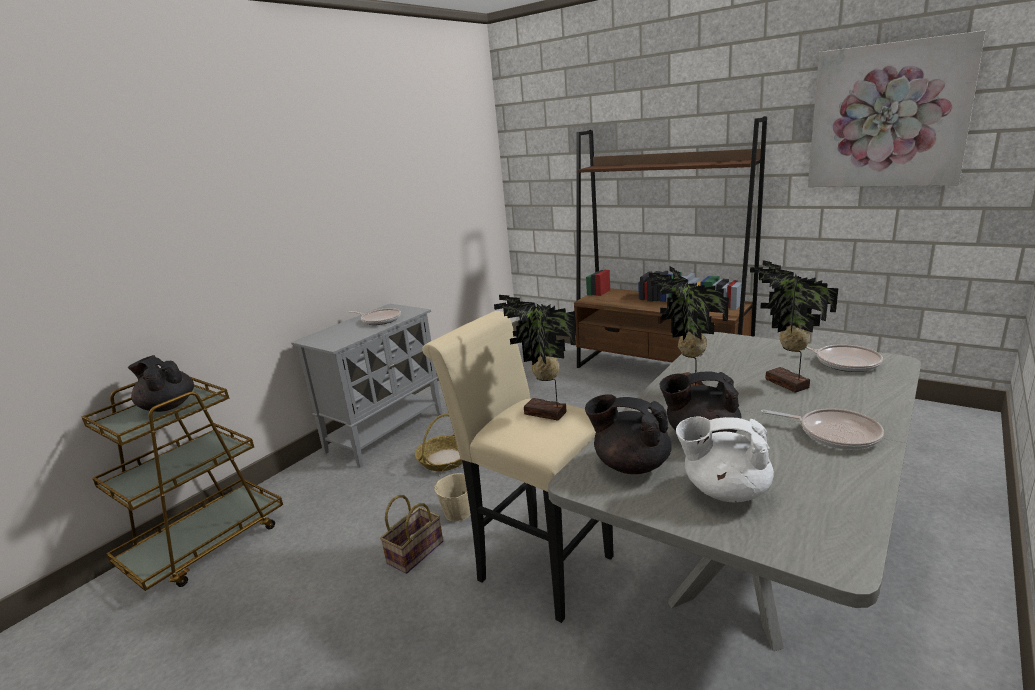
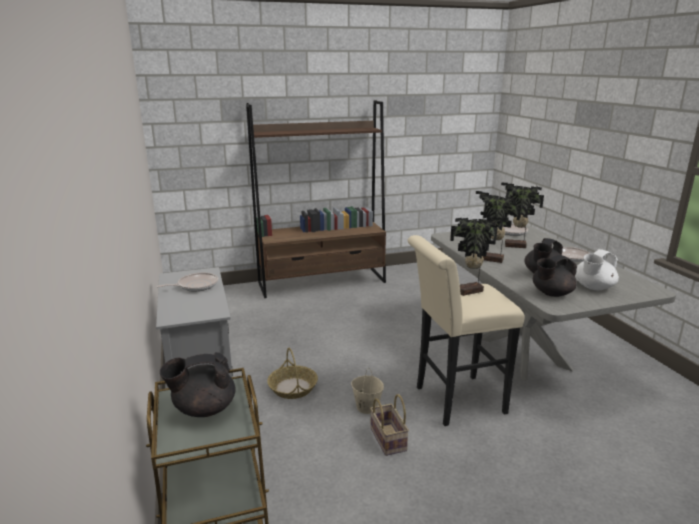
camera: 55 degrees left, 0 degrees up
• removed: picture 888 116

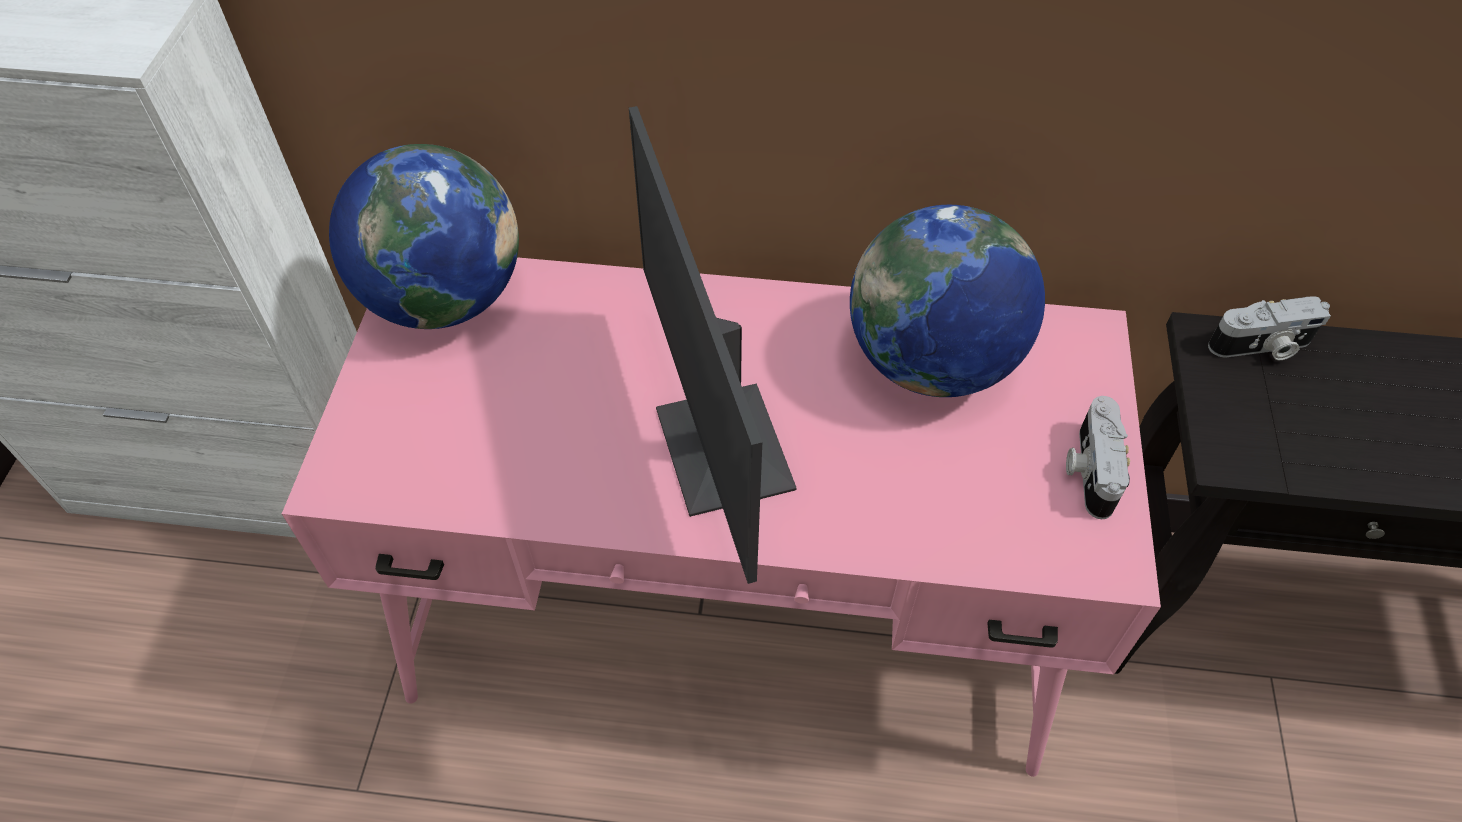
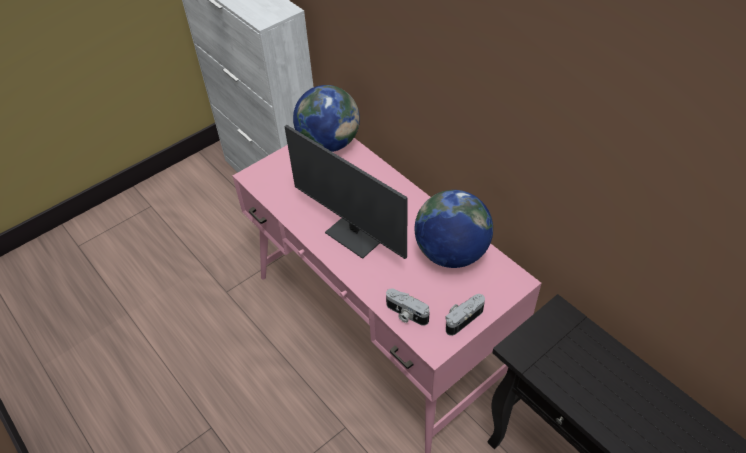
camera: 45 degrees right, 5 degrees down
• turned: monitor 719 450 = 356 234 75 degrees counterclockwise
• moved: still camera 1261 347 to 406 314

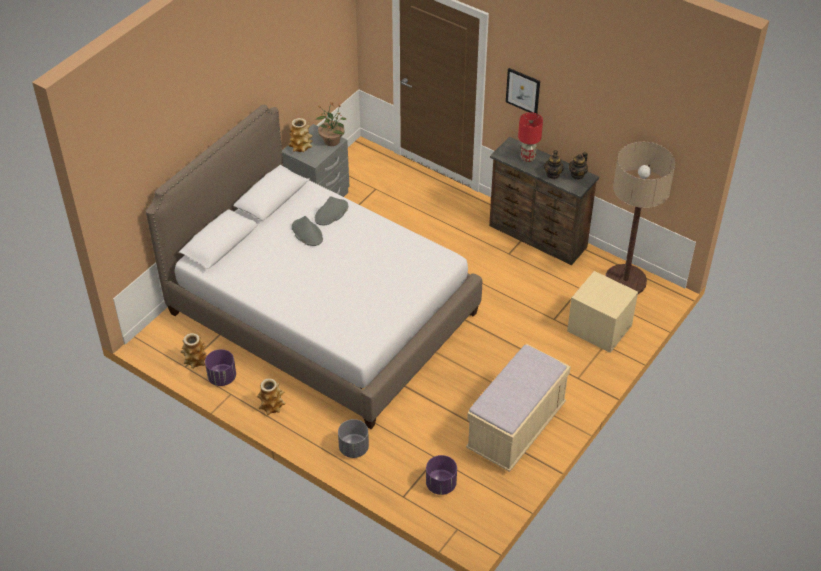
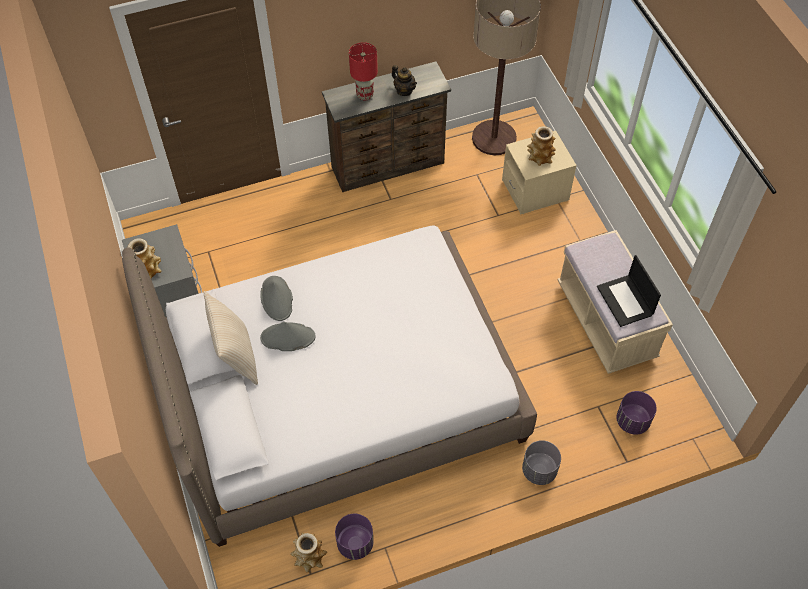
camera: 55 degrees left, 10 degrees up
• added: beige pillow 236 356
• moved: vase 272 406 to 540 157
• added: notebook computer 625 301
• removed: potted plant 332 140
• removed: picture 523 91
• removed: pot for tea 577 175

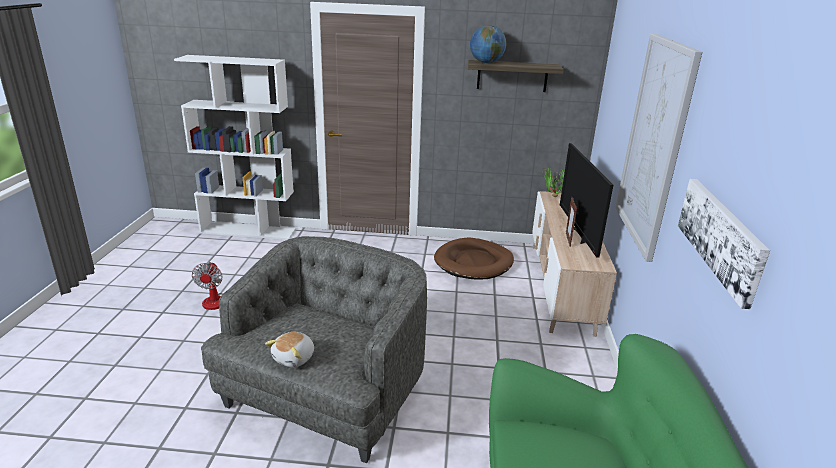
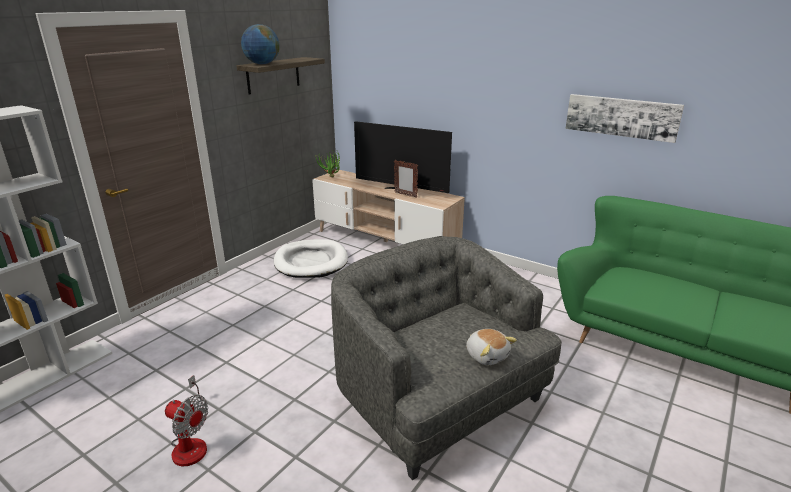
camera: 60 degrees left, 0 degrees up
• recoloured: brown pet bed 474 262 to whitish pet bed 311 262
• removed: picture 654 144

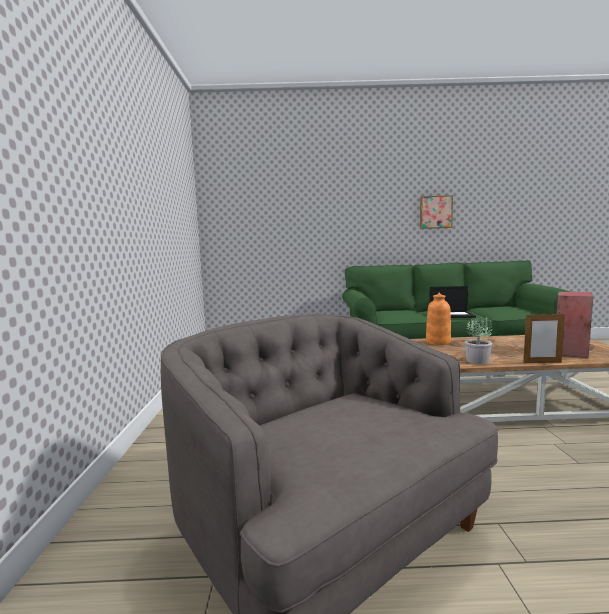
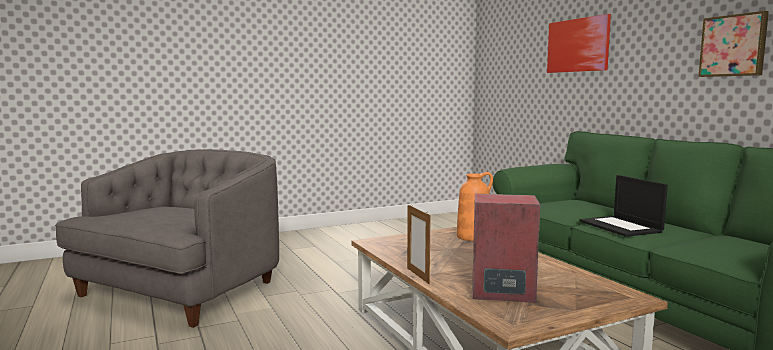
camera: 65 degrees right, 0 degrees up
• added: picture 578 45
• removed: potted plant 478 361

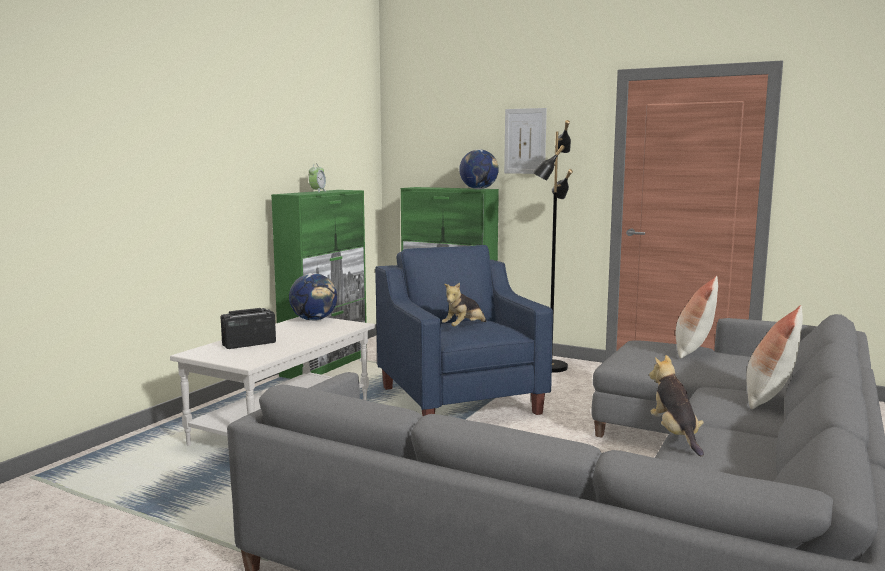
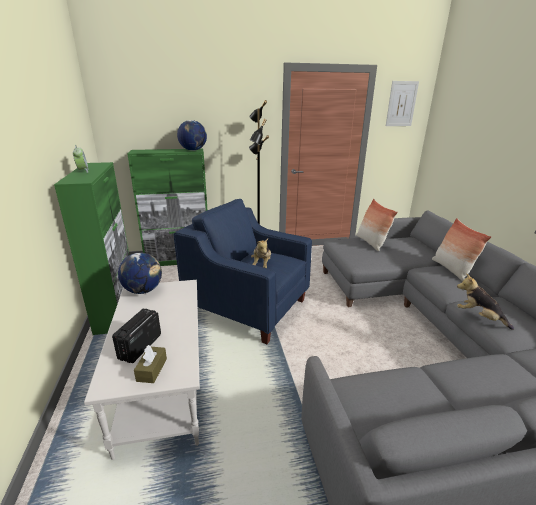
camera: 40 degrees left, 15 degrees up
• added: brown box of tissues 152 369
• moved: picture 525 141 to 401 104

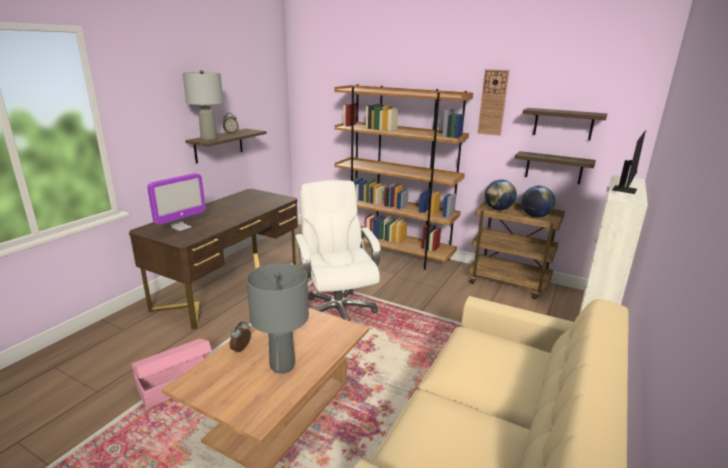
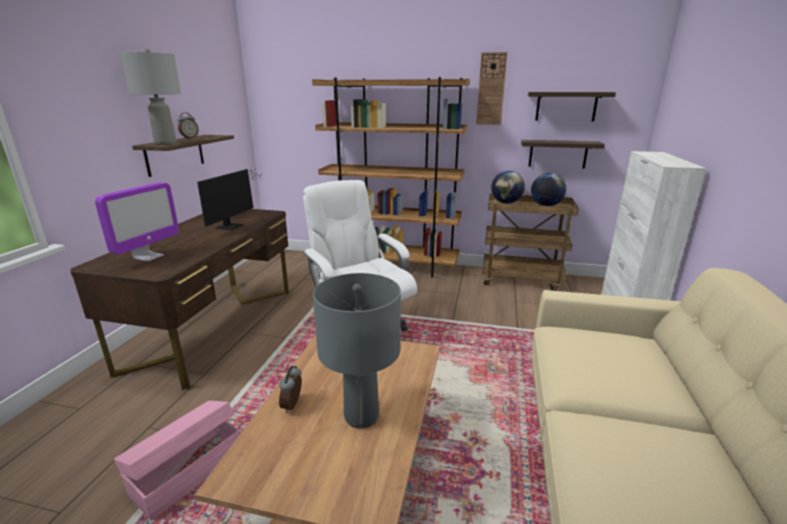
camera: 15 degrees left, 0 degrees up
• moved: monitor 626 189 to 233 225

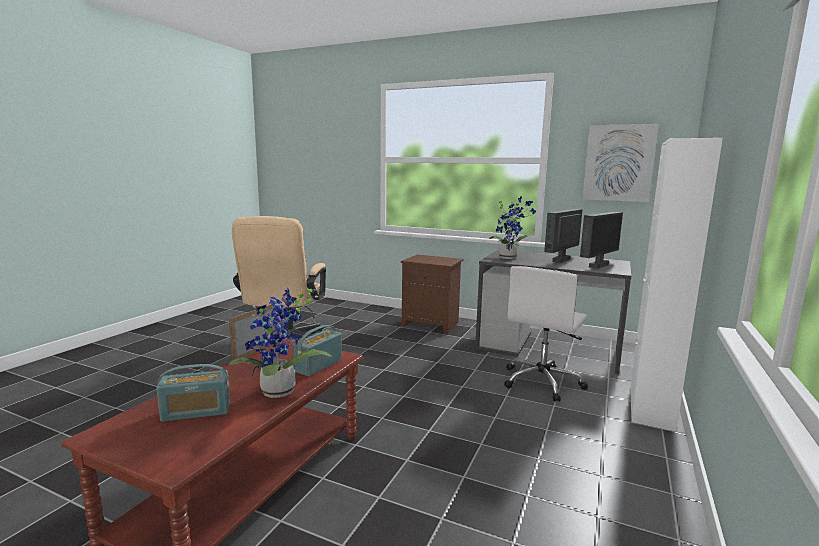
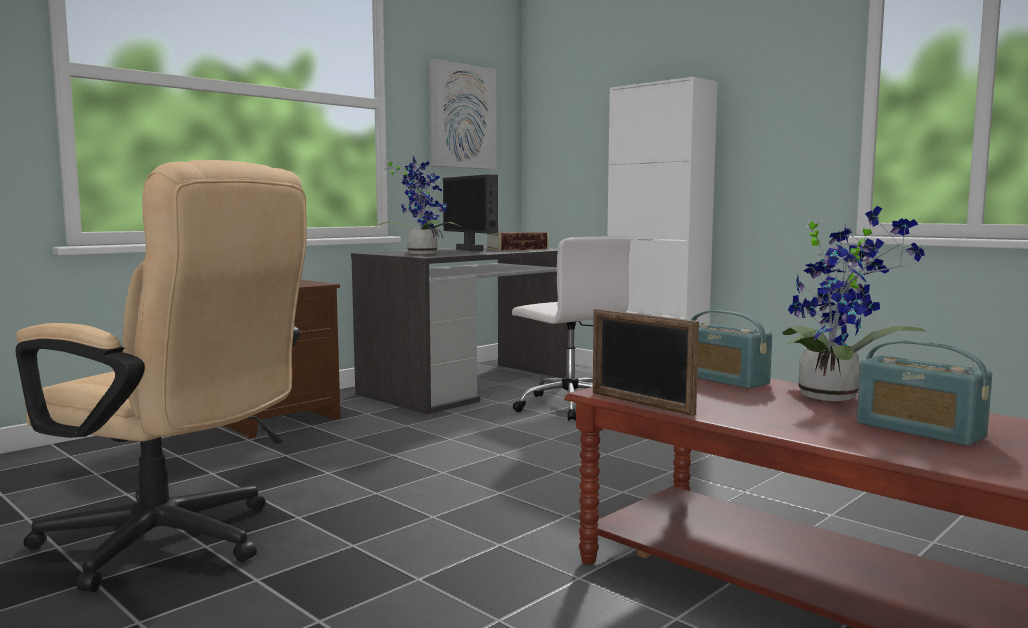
camera: 70 degrees left, 5 degrees down
• replaced: monitor 597 266 to bound book 516 249
• turned: radio set 196 412 = 919 430 135 degrees clockwise

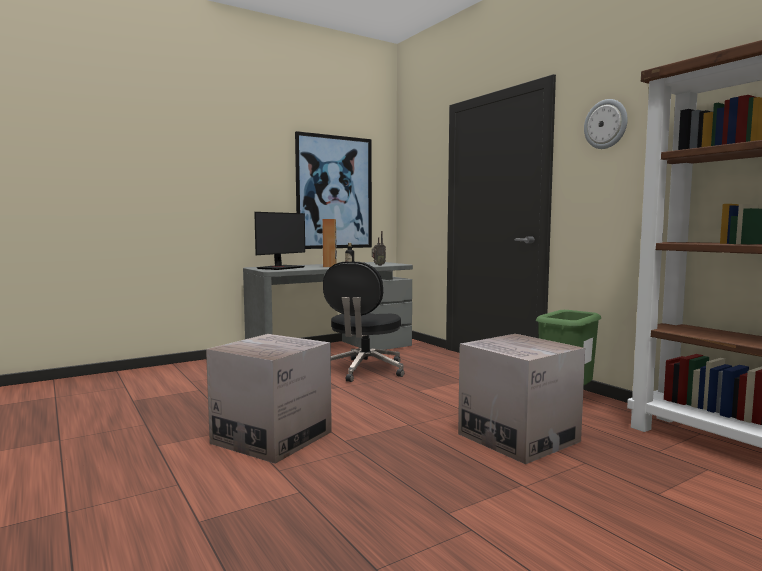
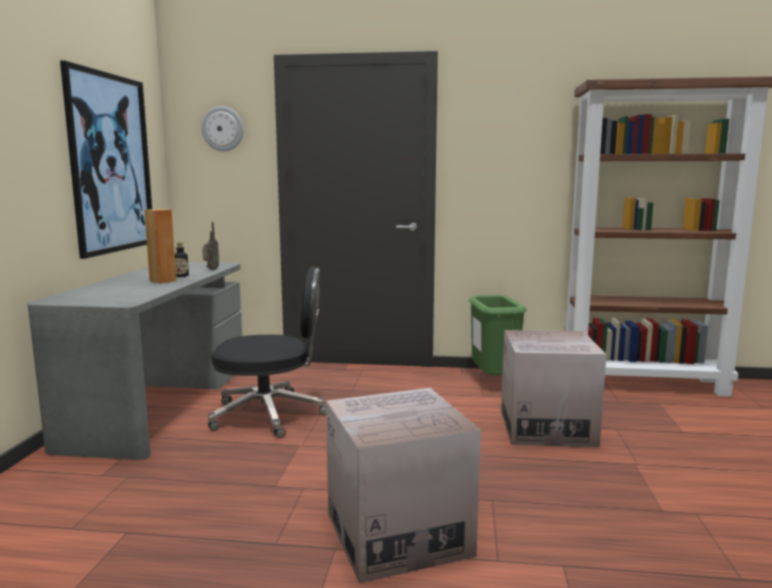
camera: 50 degrees left, 5 degrees up
• moved: clock on the wall 606 124 to 223 129
• turned: blackish desk chair 364 370 = 270 414 60 degrees counterclockwise
• removed: monitor 280 268

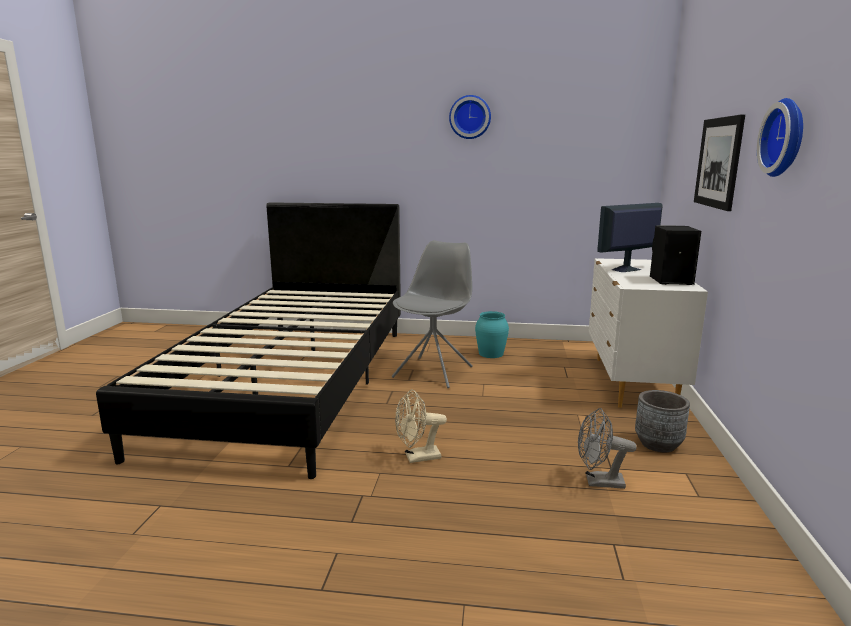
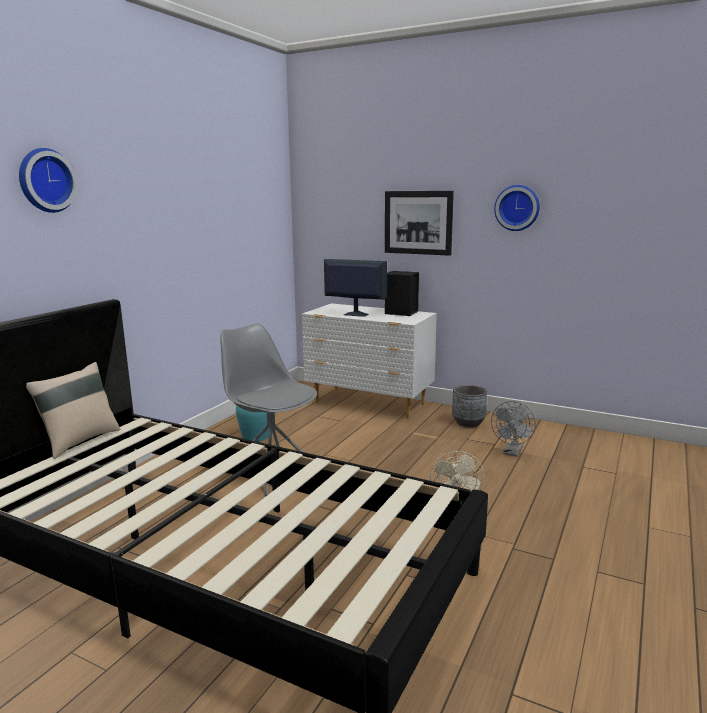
camera: 70 degrees left, 0 degrees up
• moved: clock on the wall 470 117 to 45 180
• added: beige pillow 79 441
• turned: monitor 625 269 = 355 314 120 degrees clockwise

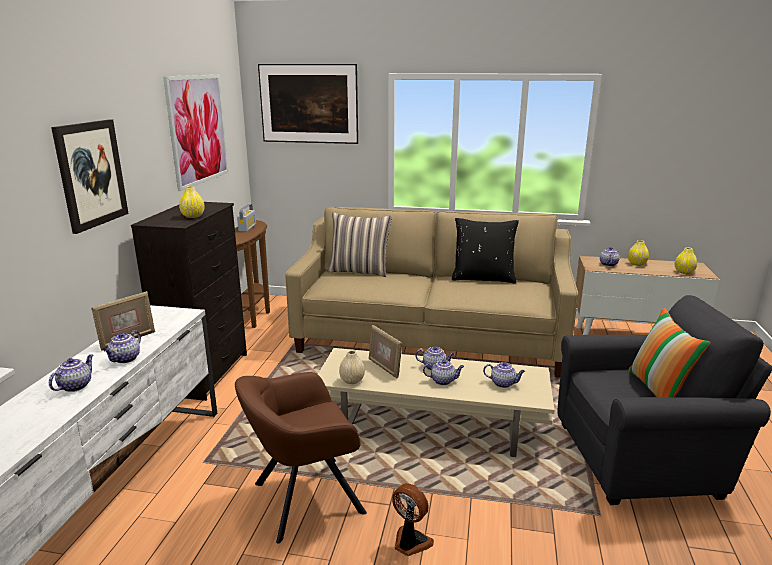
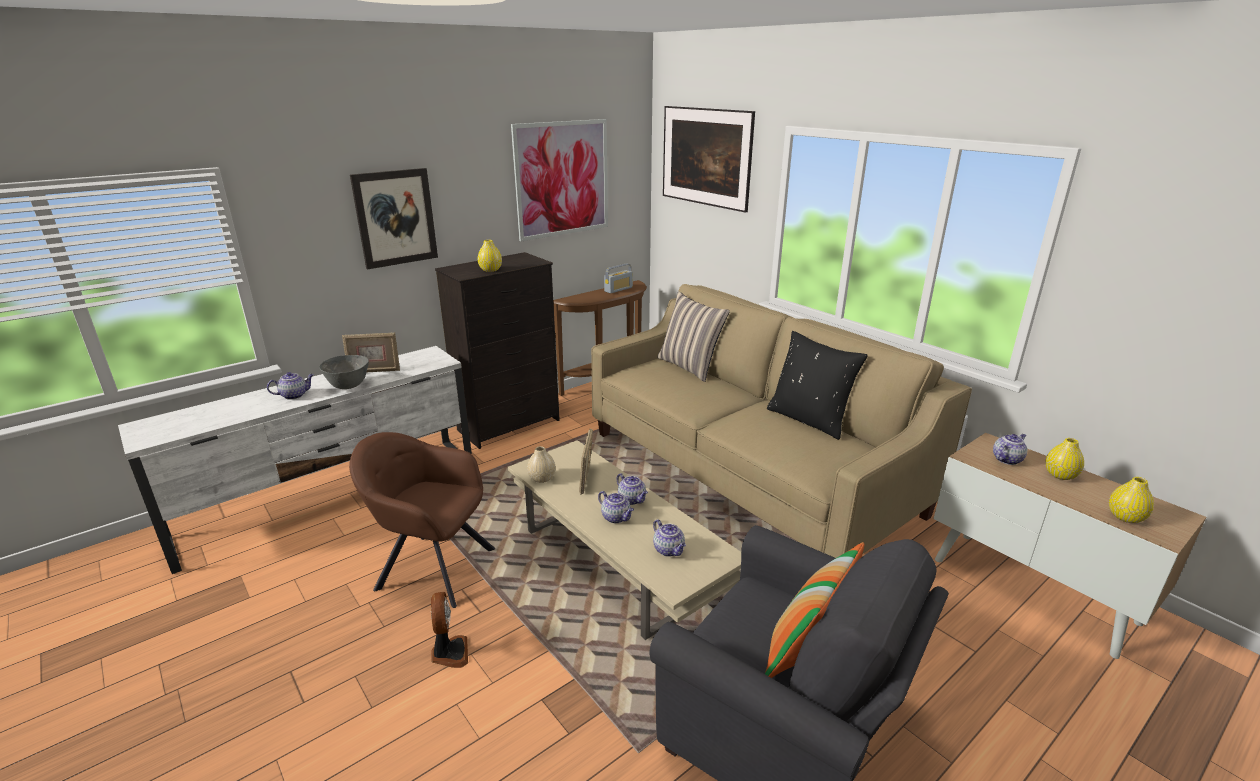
camera: 40 degrees right, 5 degrees up
• replaced: pot for tea 125 359 to gray deep dish 348 386

